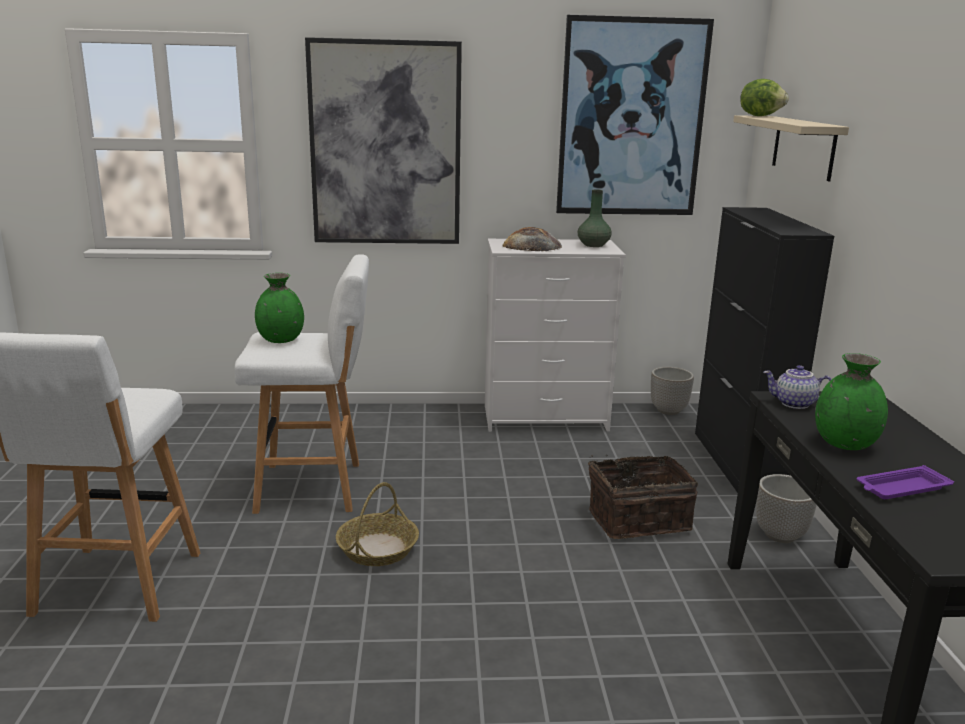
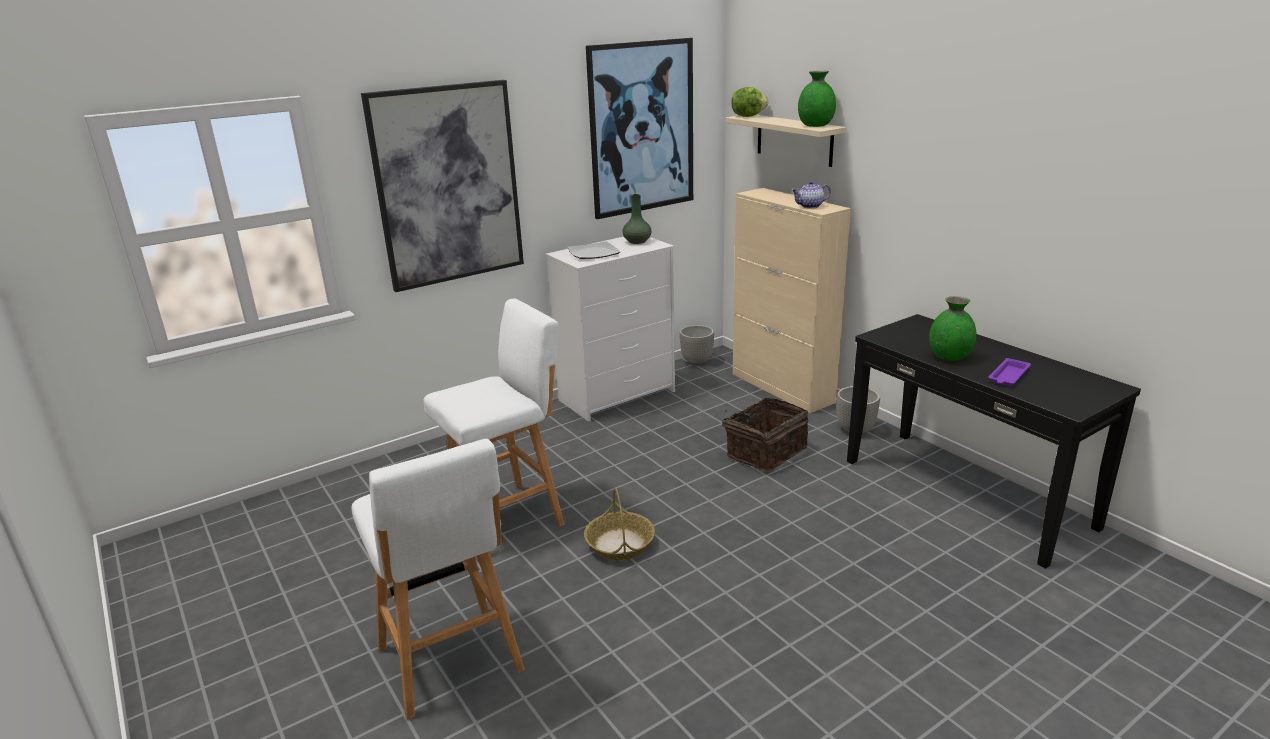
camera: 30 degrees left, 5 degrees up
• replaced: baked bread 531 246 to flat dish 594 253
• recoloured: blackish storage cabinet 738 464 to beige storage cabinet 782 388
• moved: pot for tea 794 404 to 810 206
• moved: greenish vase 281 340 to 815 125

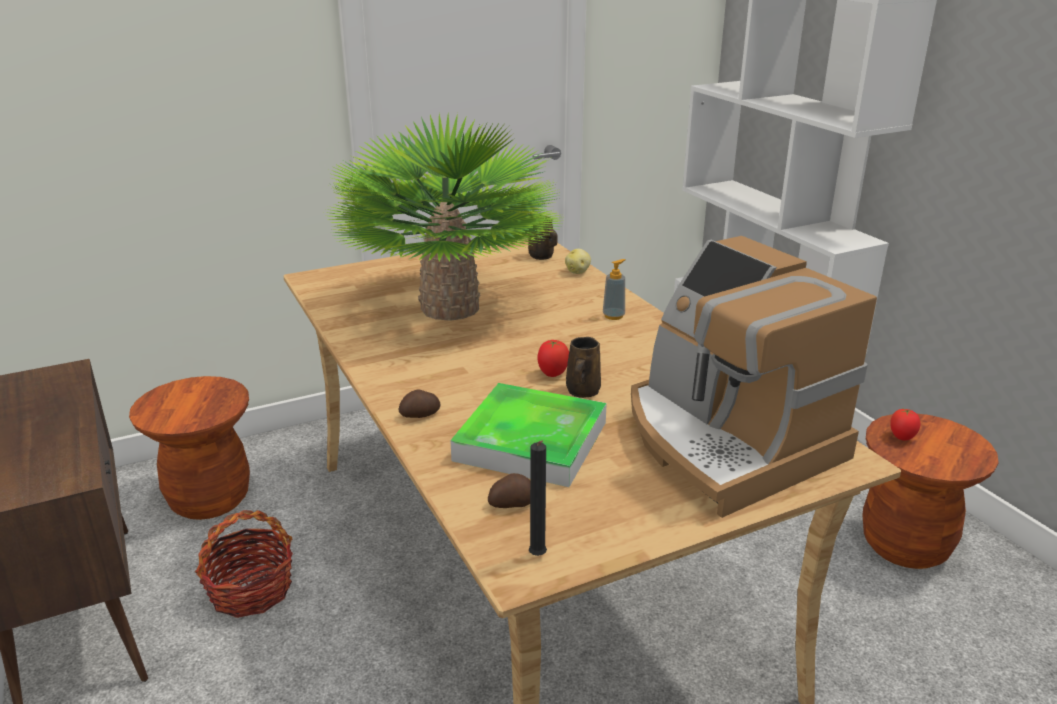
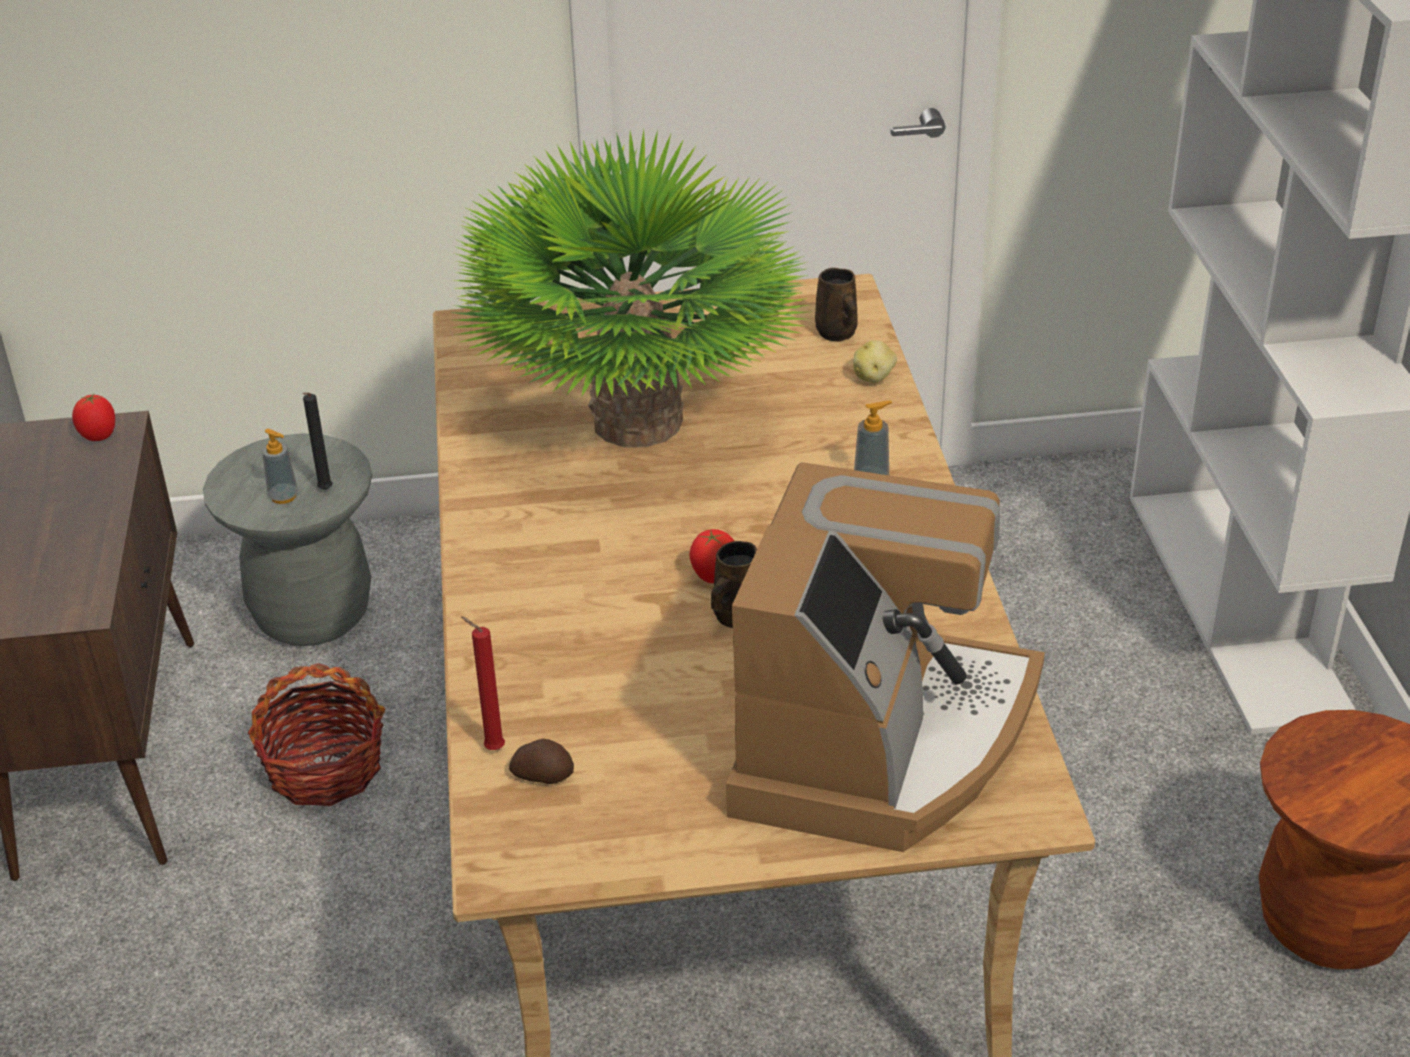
camera: 20 degrees right, 10 degrees up
• moved: fresh tomato 902 438 to 99 437
• recoloured: brown stool 209 499 to gray stool 312 614
• added: soap dispenser 283 496
• moved: blackish wax light 537 557 to 324 491
• added: red-coloured wax light 491 749
• turned: coffee maker 726 441 = 880 742 150 degrees counterclockwise
• removed: whole potato 420 415
• removed: carrying tray 531 441

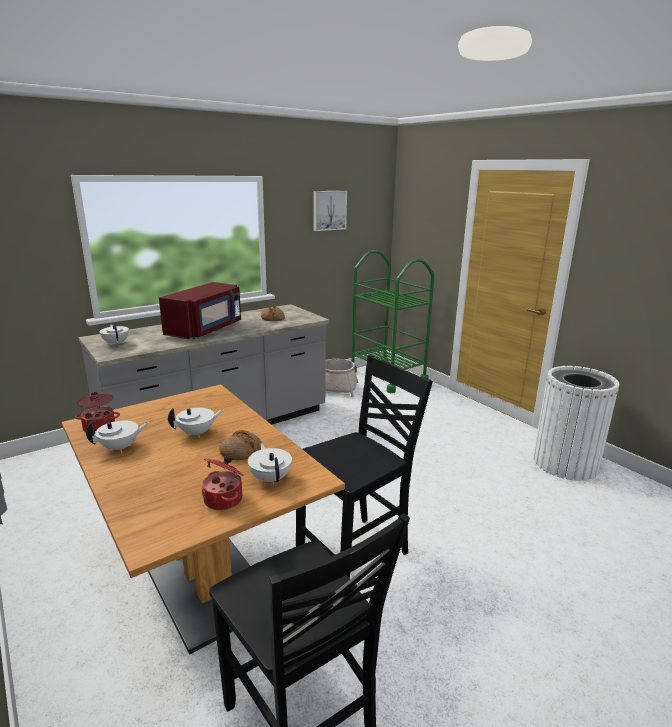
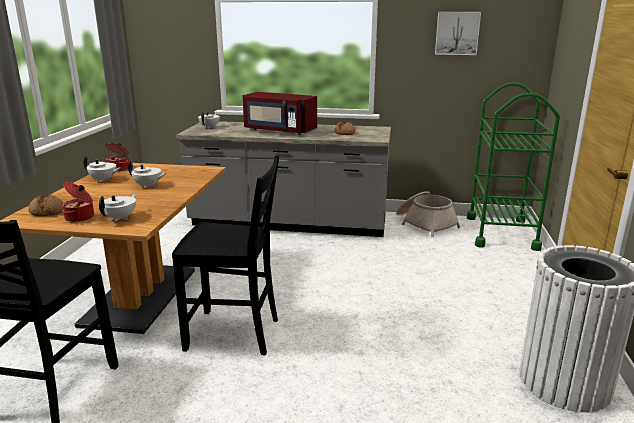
camera: 45 degrees right, 0 degrees up
• moved: baked bread 241 451 to 47 212
• turned: red-coloured kitchen microwave 206 329 = 279 130 45 degrees clockwise

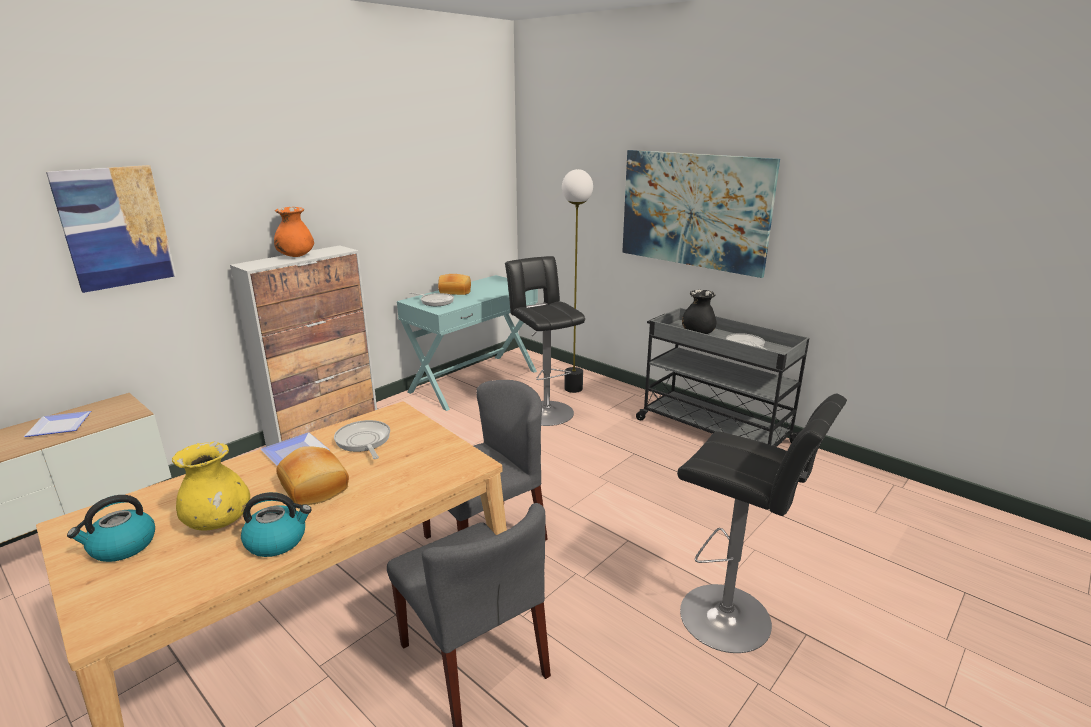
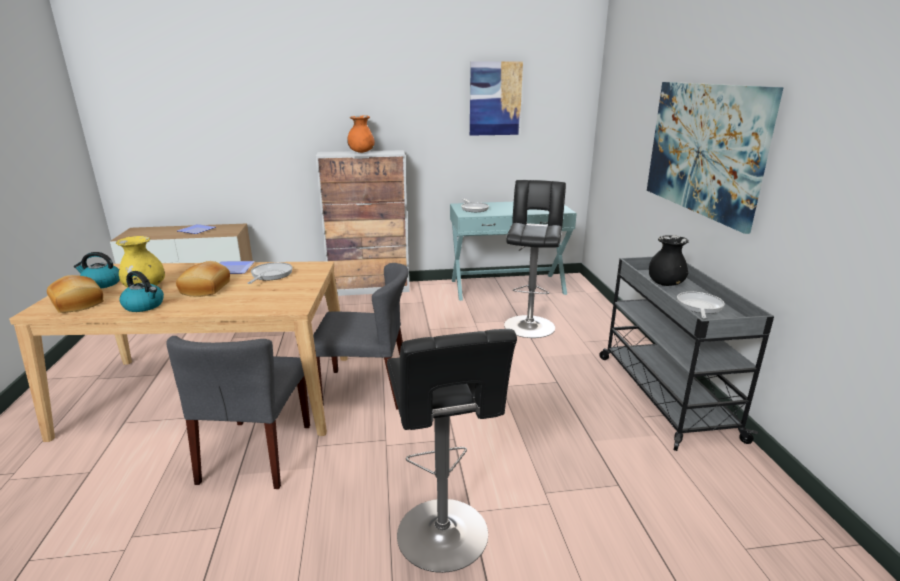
camera: 40 degrees right, 0 degrees up
• moved: baked bread 455 291 to 79 303
• moved: picture 115 227 to 495 99
• removed: floor lamp 573 388

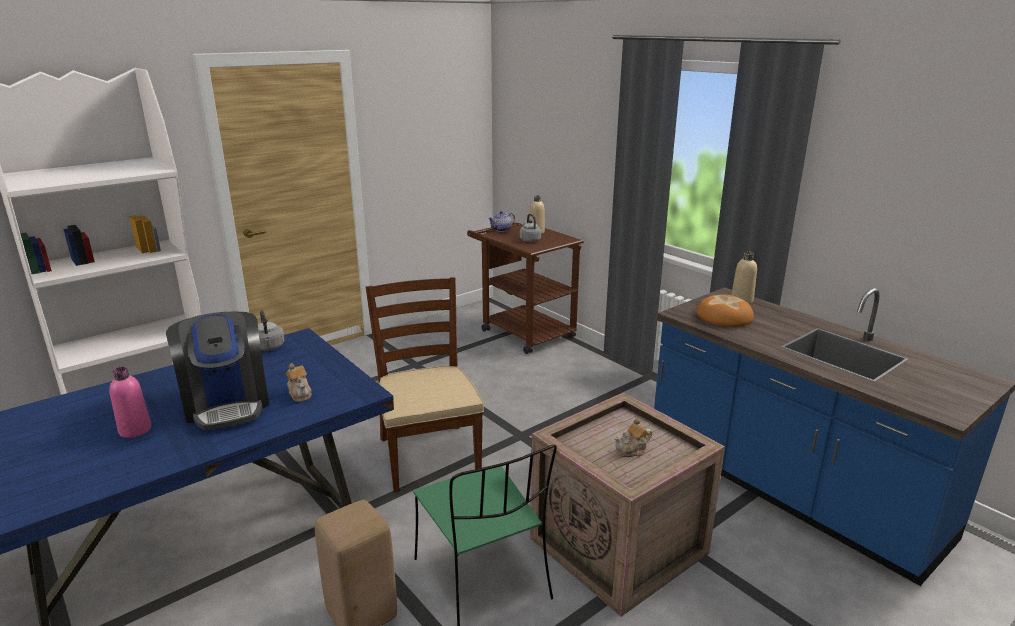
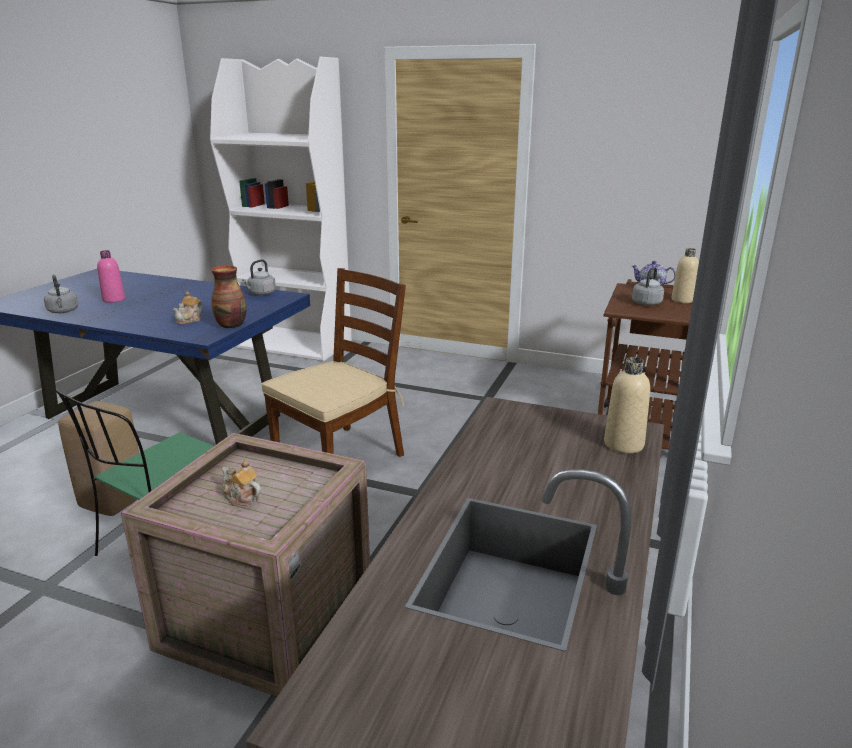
camera: 60 degrees right, 0 degrees up
• added: gray water kettle 63 311
• added: vase 232 325
• removed: coffee maker 227 404
• removed: baked bread 724 317

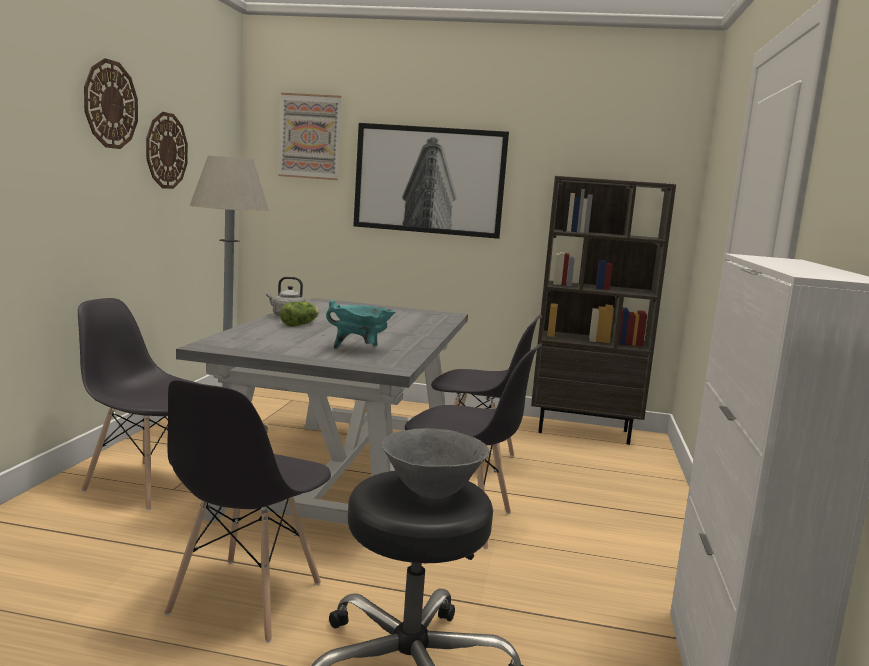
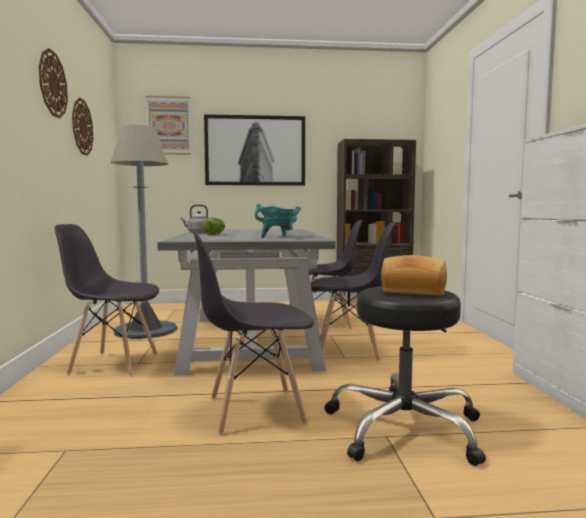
camera: 15 degrees left, 5 degrees down
• turned: gray upright chair 245 599 = 254 411 75 degrees clockwise
• replaced: gray deep dish 432 493 to baked bread 413 291

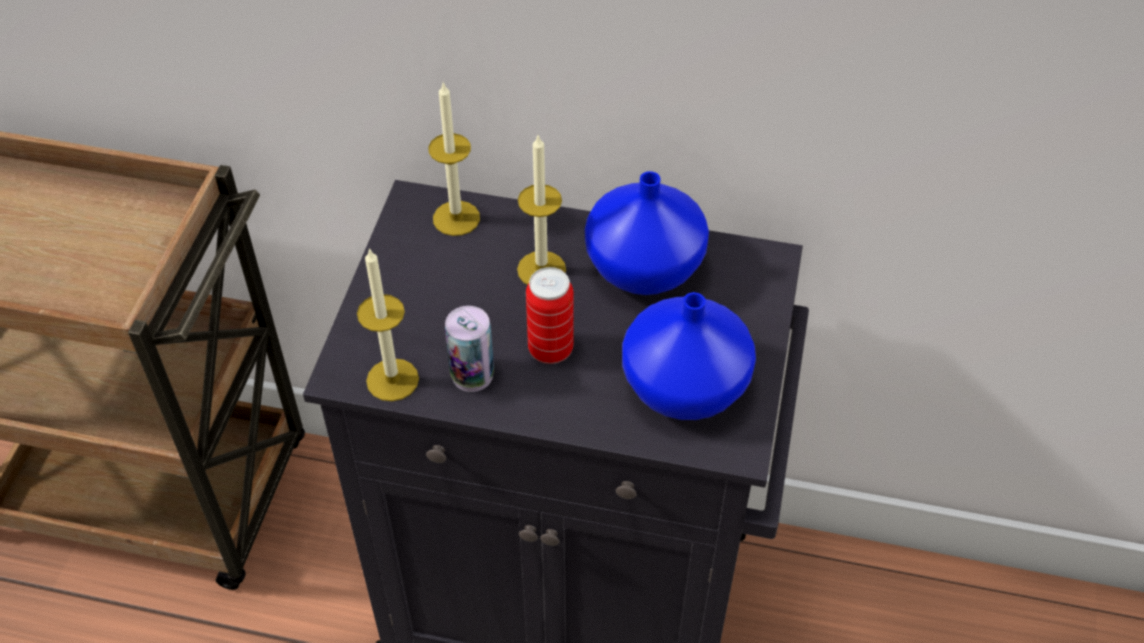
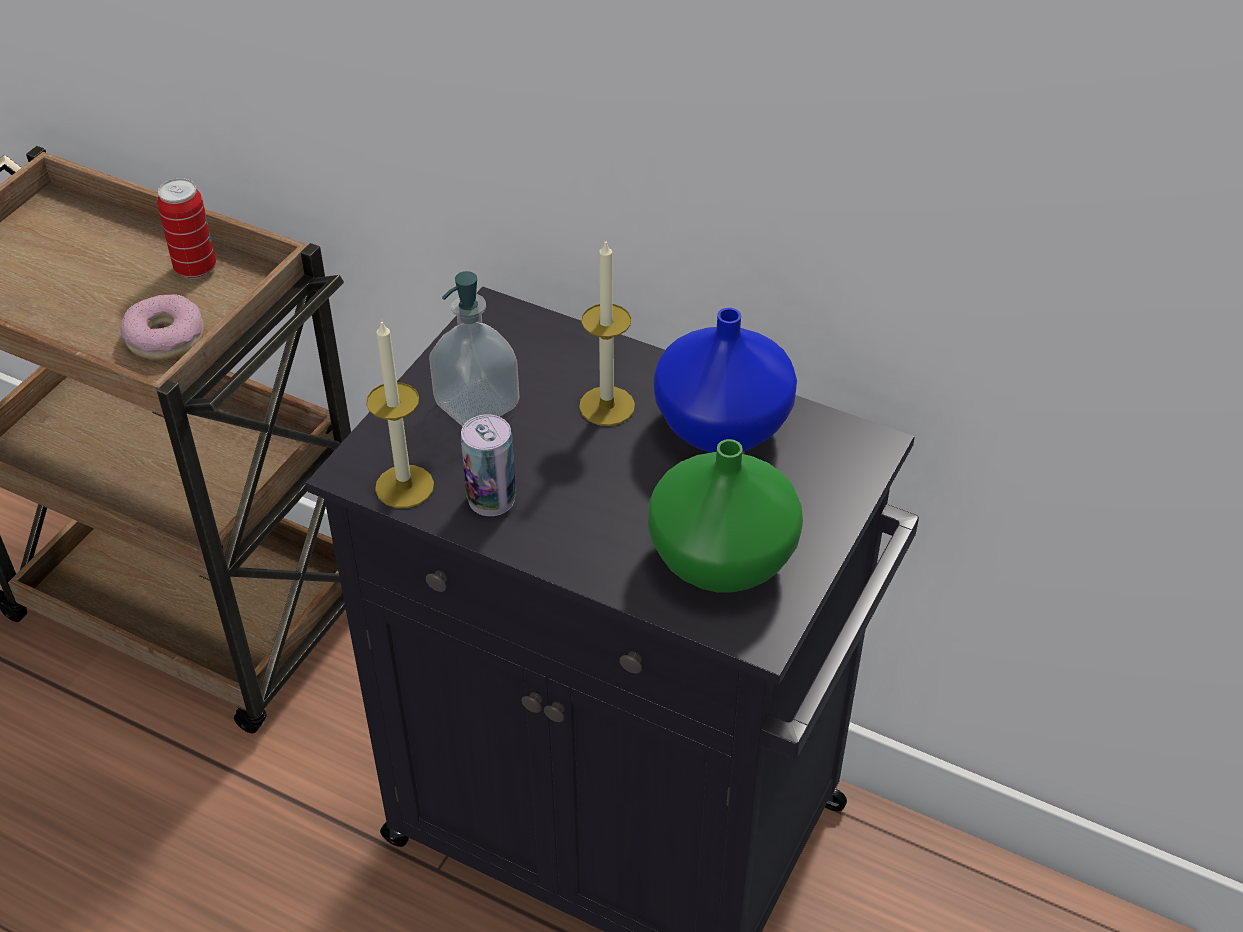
camera: 15 degrees right, 5 degrees down
• added: doughnut 166 337
• moved: can 550 349 to 195 268
• added: soap dispenser 477 405
• recoloured: blue vase 682 387 to greenish vase 719 557
• removed: wax light 456 218

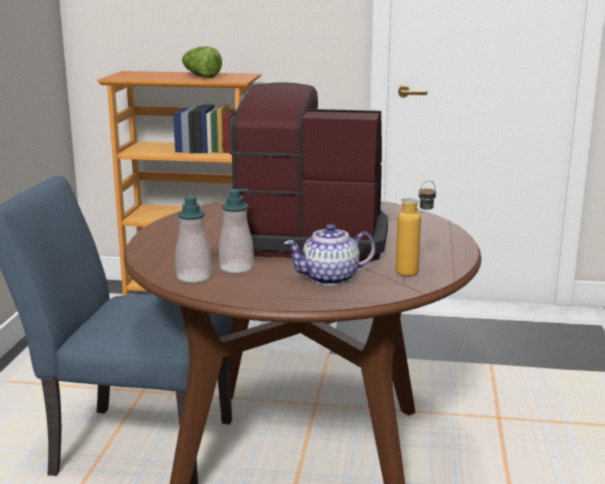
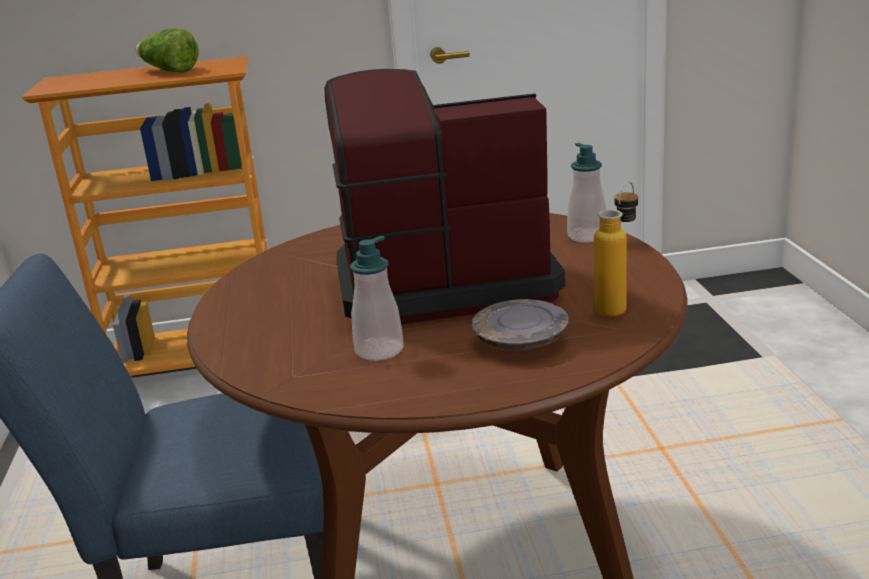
camera: 15 degrees left, 5 degrees up
• replaced: pot for tea 331 278 to gray flat dish 520 340
• moved: soap dispenser 194 277 to 587 236

